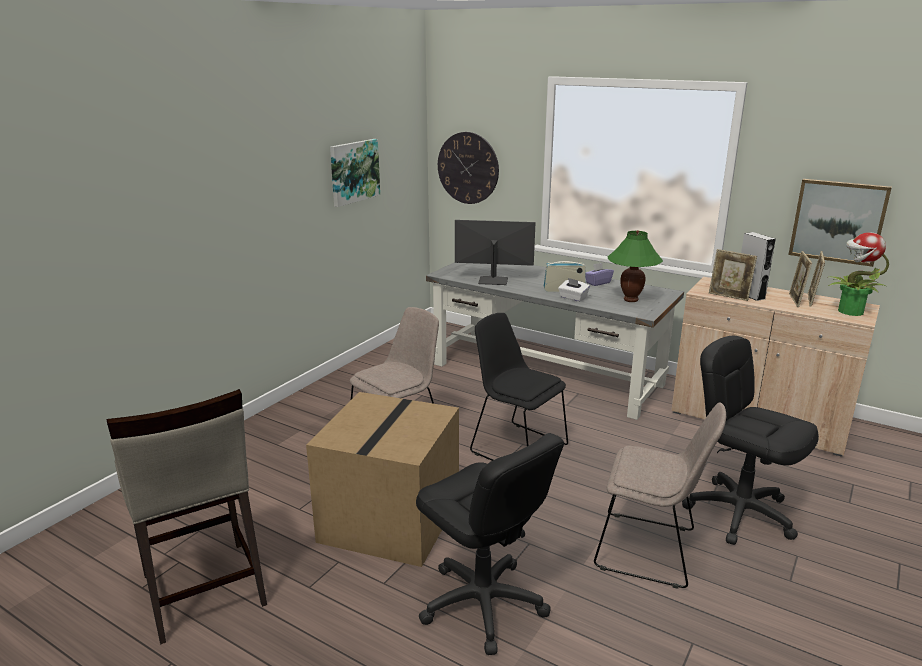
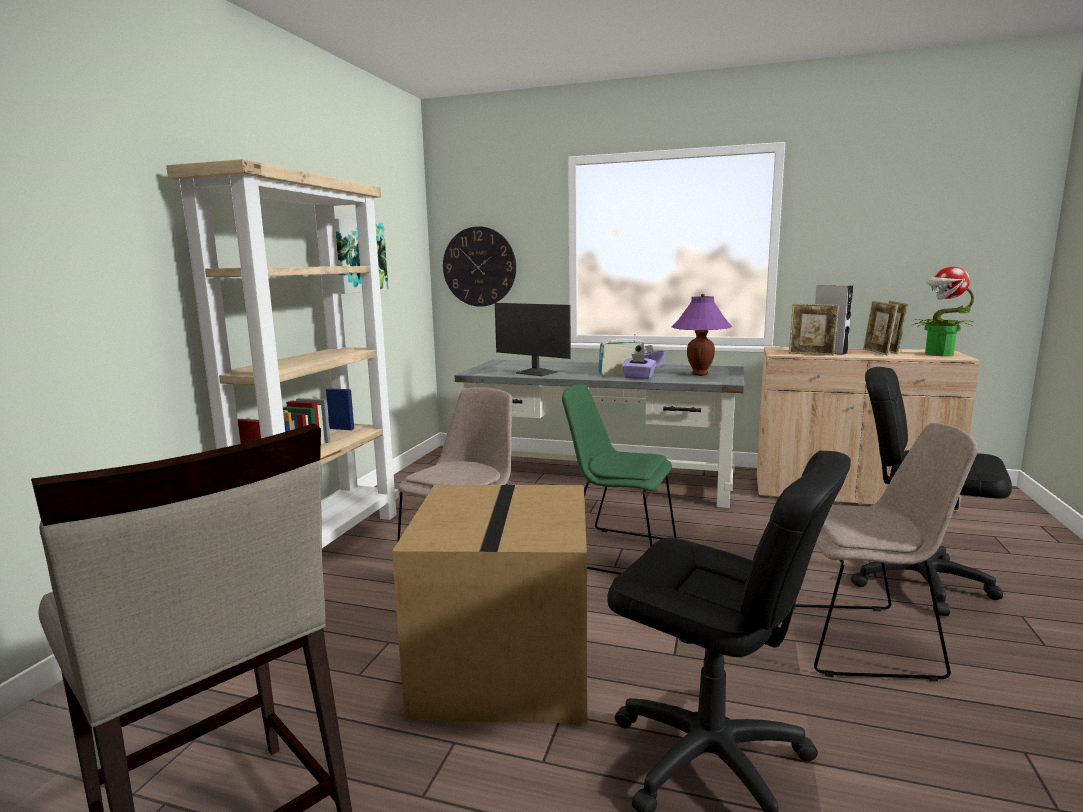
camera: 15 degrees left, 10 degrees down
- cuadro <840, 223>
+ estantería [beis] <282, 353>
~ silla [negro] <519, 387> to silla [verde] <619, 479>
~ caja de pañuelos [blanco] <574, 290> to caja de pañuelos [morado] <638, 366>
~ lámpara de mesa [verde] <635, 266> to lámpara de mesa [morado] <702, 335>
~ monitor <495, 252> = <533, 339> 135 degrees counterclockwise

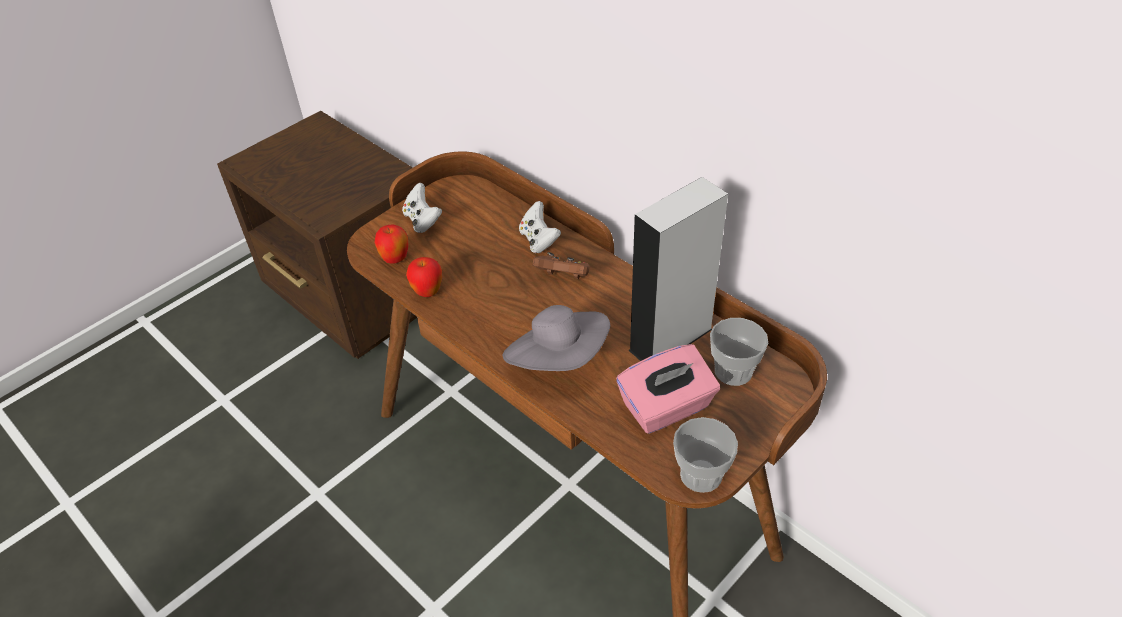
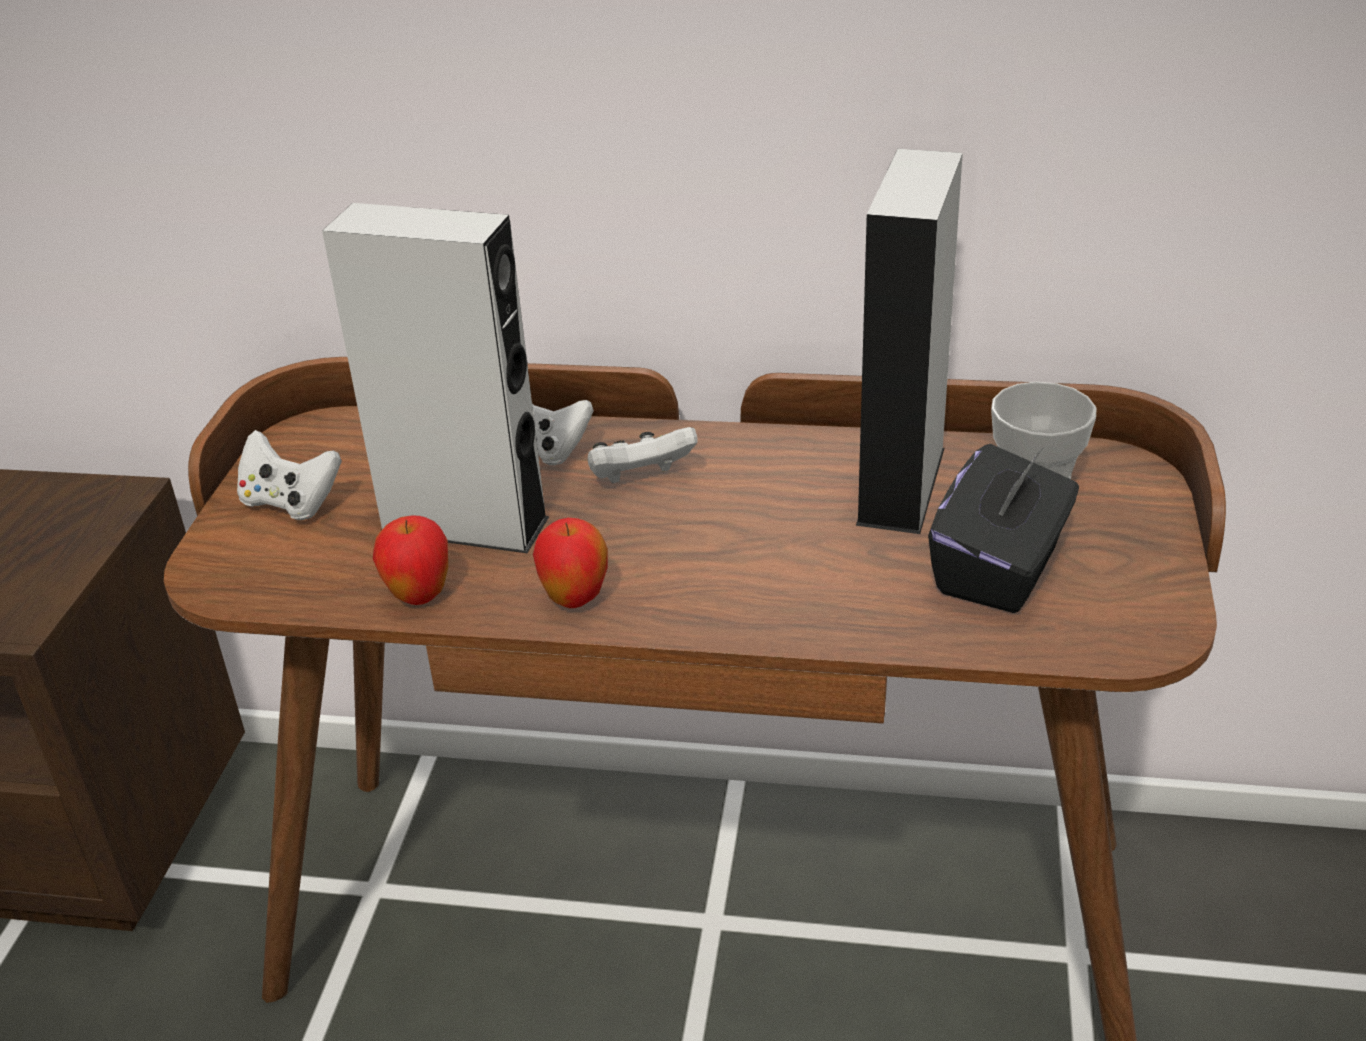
camera: 35 degrees left, 10 degrees down
- sombrero [gris] <556, 338>
- taza <705, 455>
+ altavoz [gris] <435, 378>
~ manzana <391, 244> to <570, 563>
~ mando de consola [marrón] <561, 265> to mando de consola [blanco] <643, 455>
~ caja de pañuelos [rosa] <668, 389> to caja de pañuelos [negro] <1003, 528>

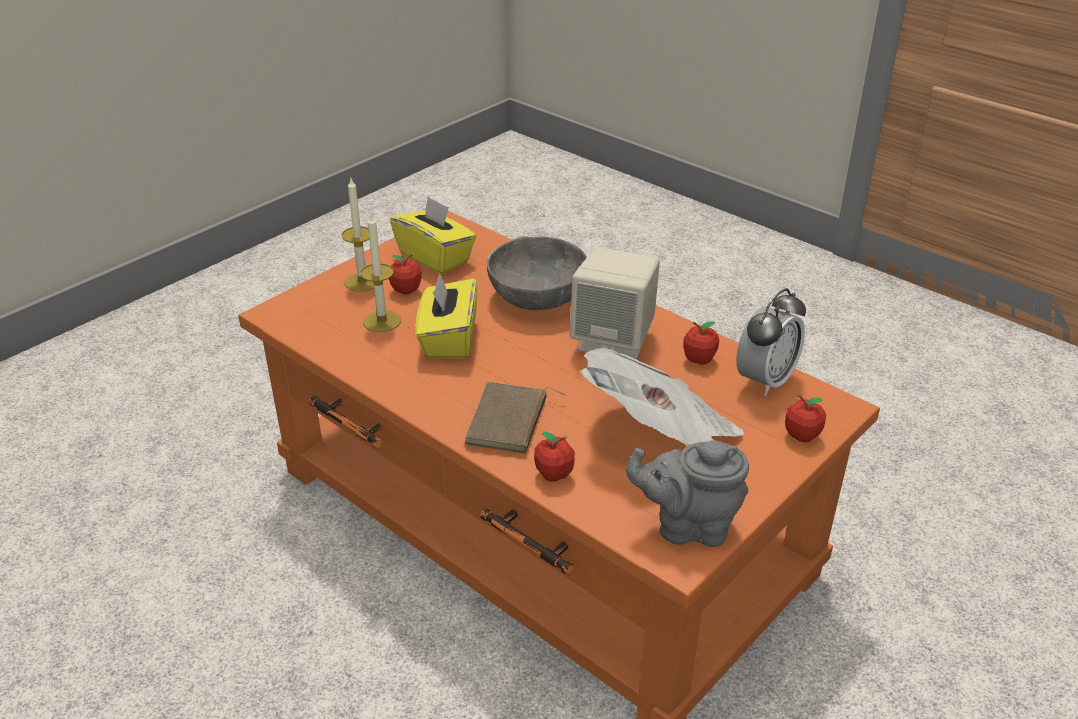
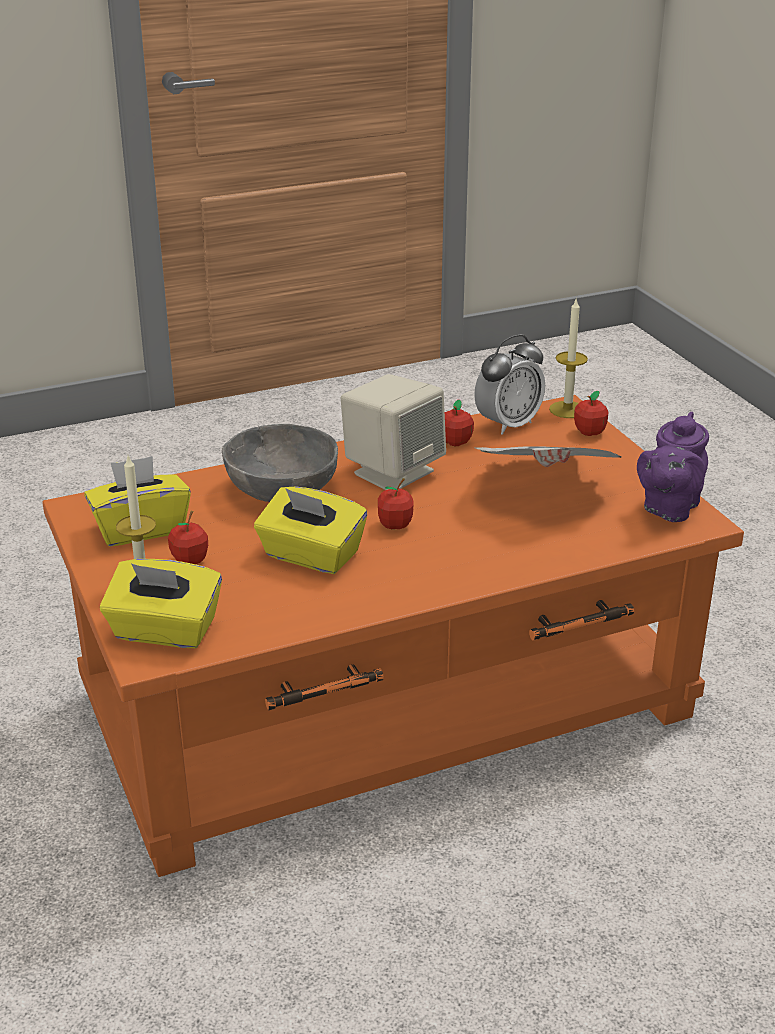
camera: 65 degrees left, 5 degrees down
- libro [marrón] <514, 418>
+ caja de pañuelos [amarillo] <161, 603>
~ vela <381, 273> to <568, 358>
~ manzana <554, 456> to <396, 503>
~ tetera [gris] <687, 493> to tetera [morado] <673, 467>
~ despertador <771, 342> = <509, 384> 75 degrees clockwise

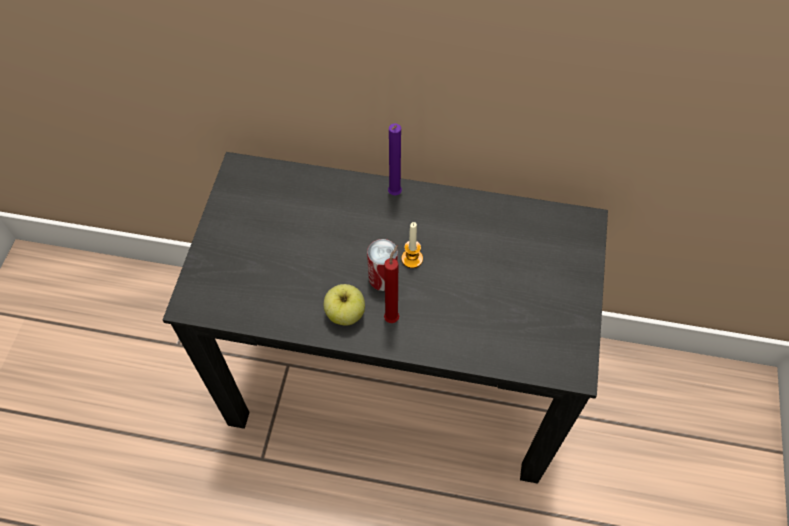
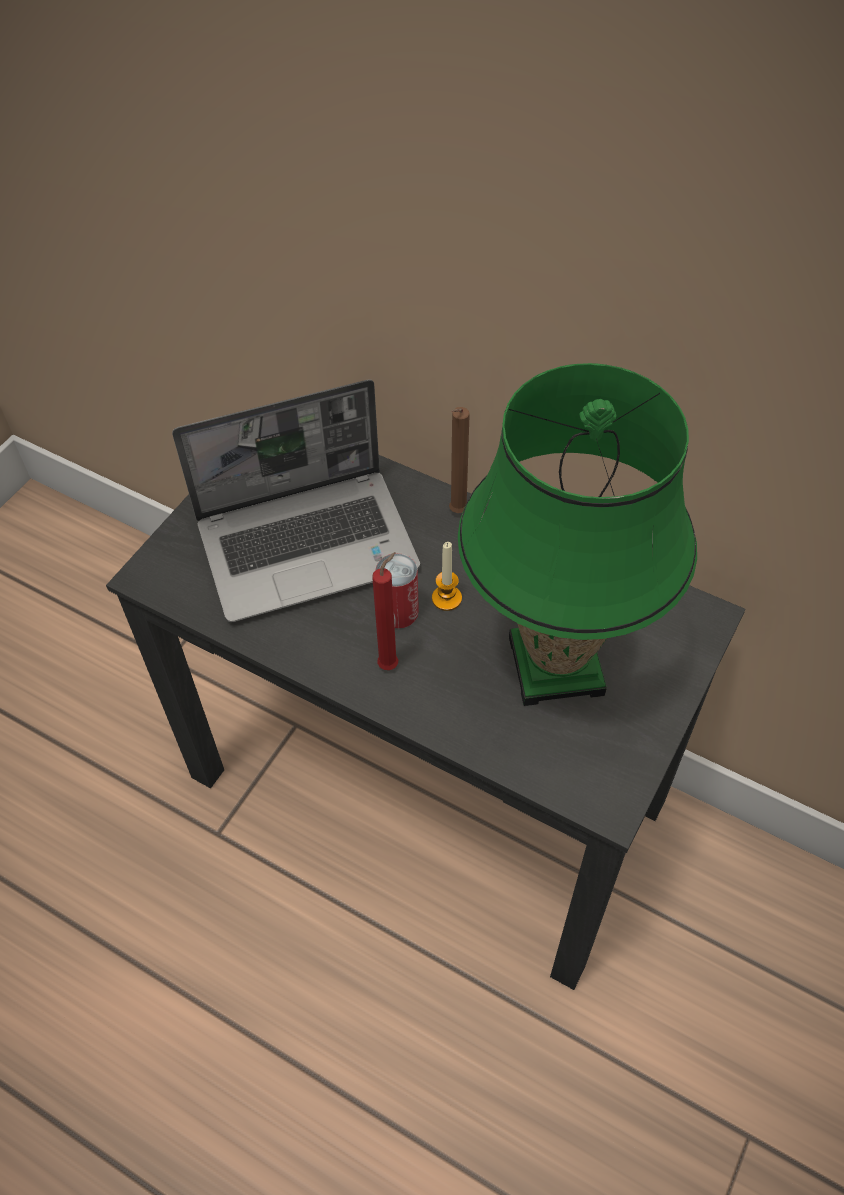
camera: 20 degrees right, 5 degrees down
- manzana <344, 305>
+ portátil <296, 501>
+ lámpara de mesa [verde] <577, 534>
~ vela [morado] <395, 159> to vela [marrón] <459, 460>

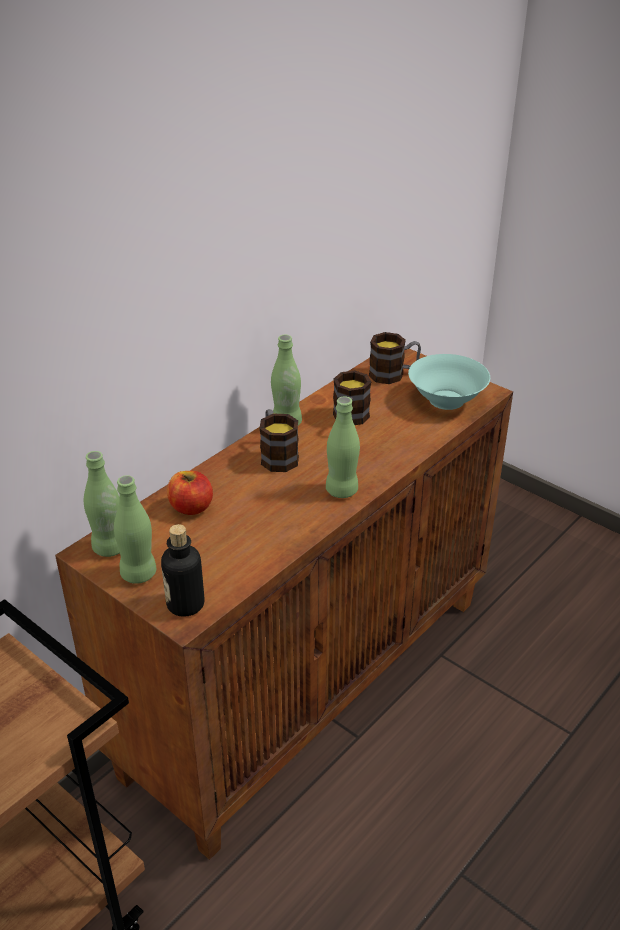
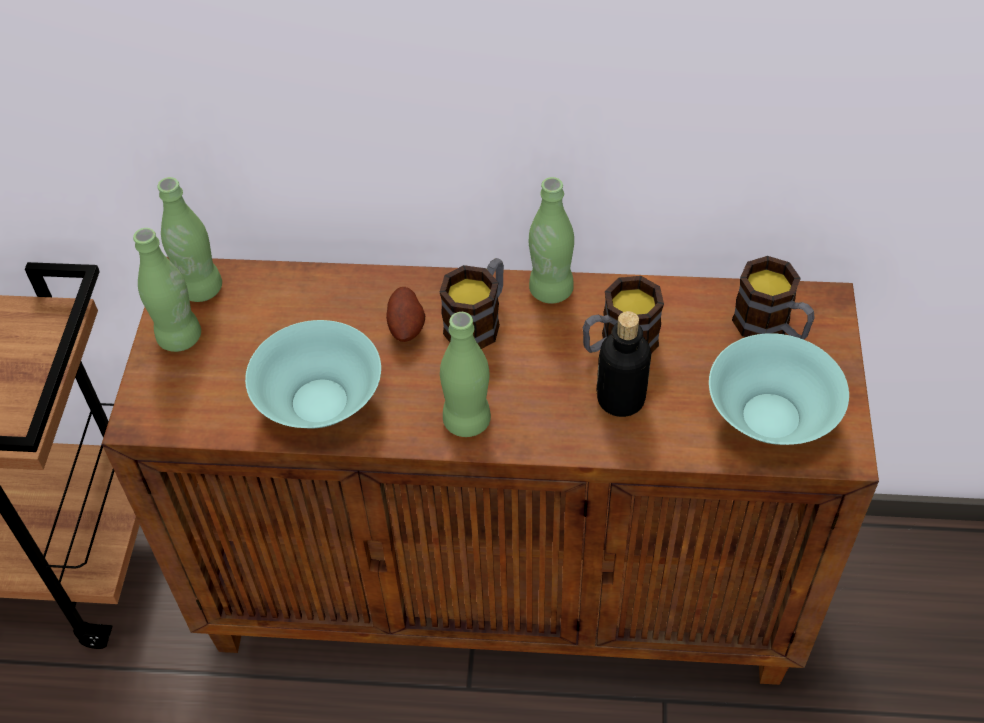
camera: 55 degrees right, 15 degrees up
- manzana <190, 493>
+ cuenco [turquesa] <313, 374>
+ patata <405, 314>
~ botella <182, 570> to <624, 364>

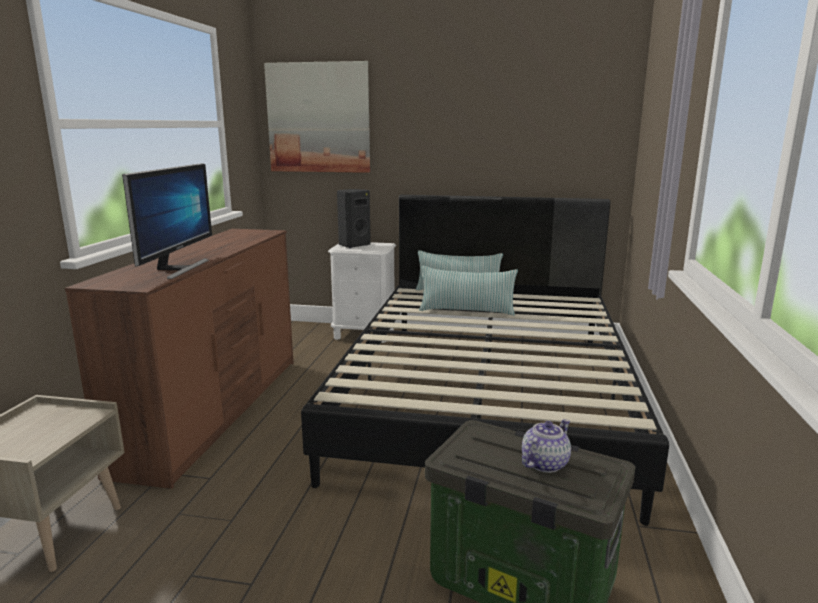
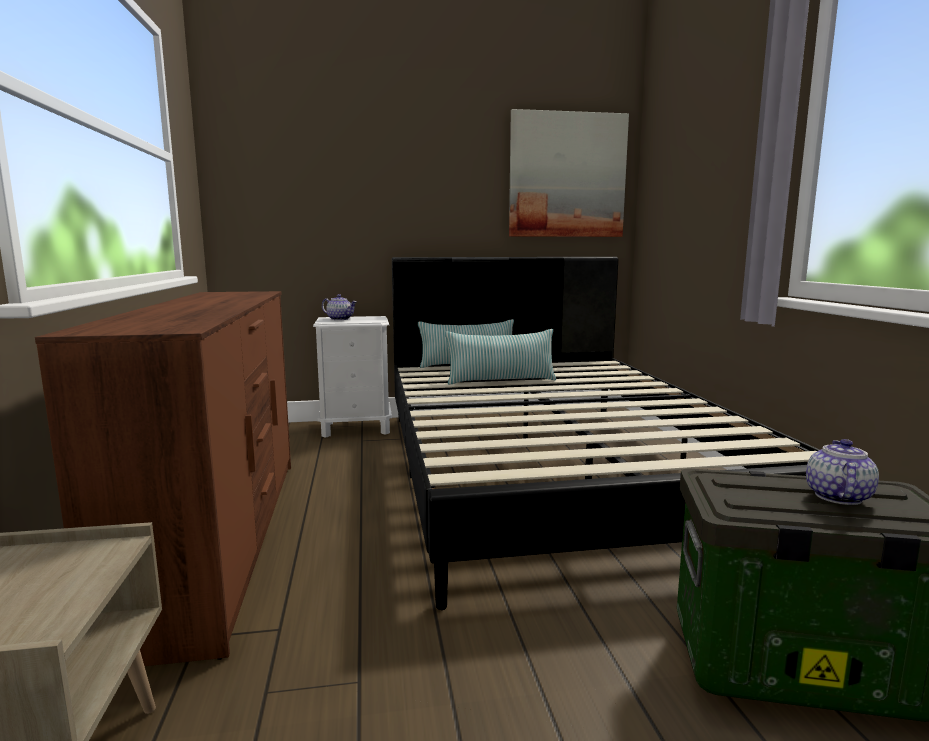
camera: 20 degrees left, 5 degrees down
- monitor <167, 221>
~ cuadro <317, 117> to <569, 173>
~ altavoz [negro] <354, 218> to tetera <339, 307>

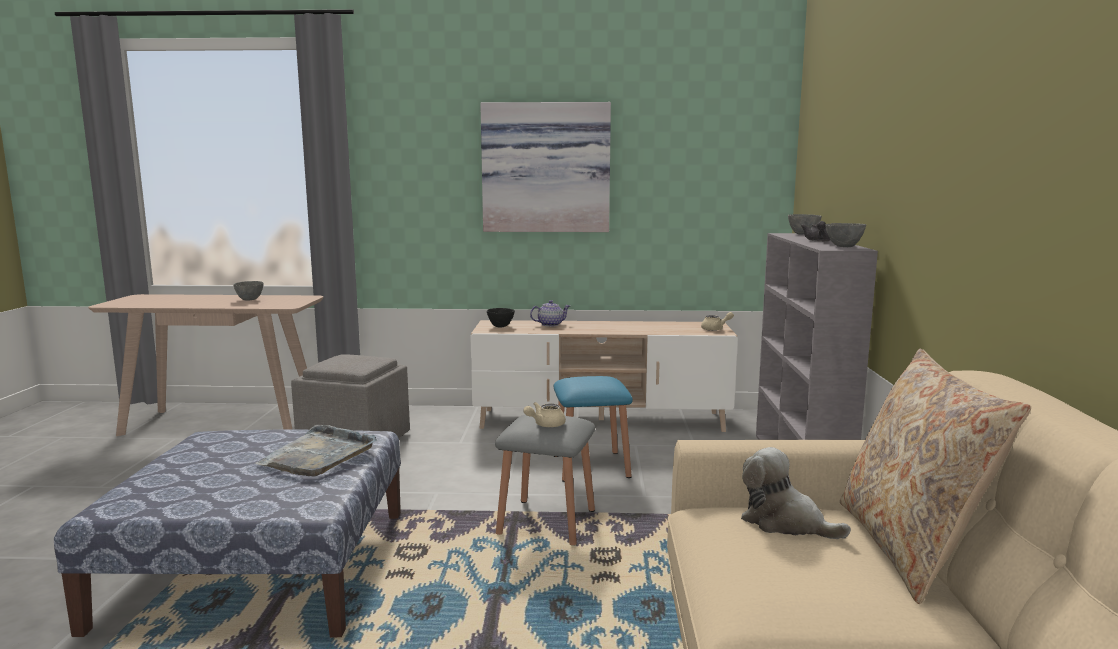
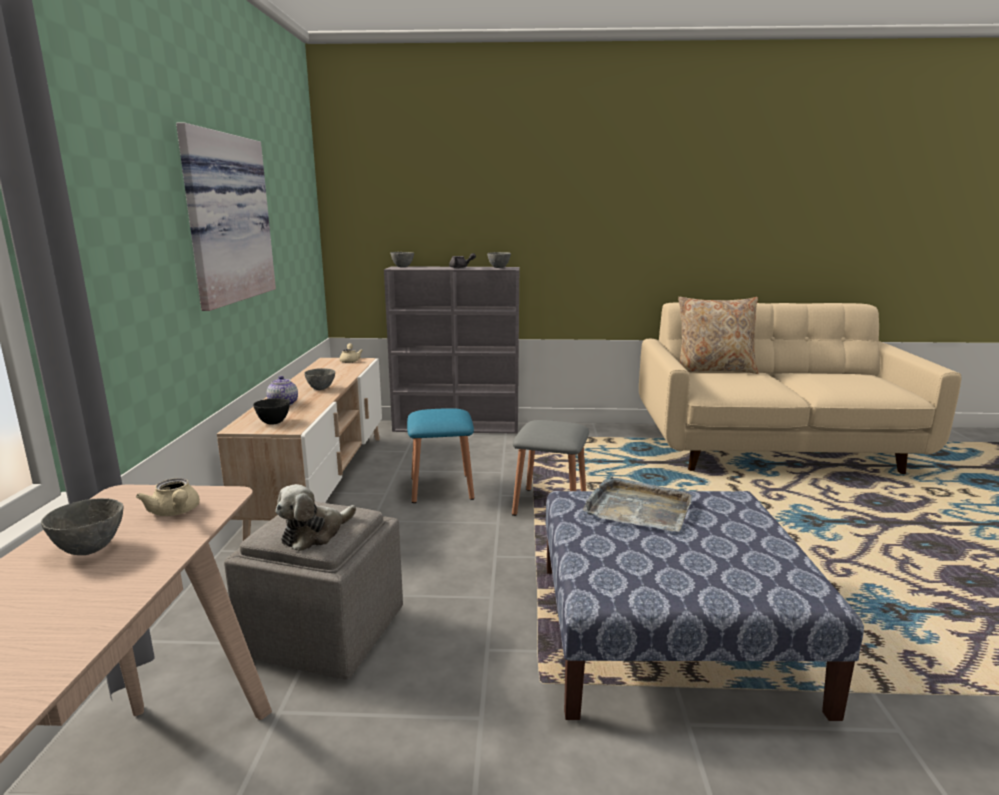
camera: 90 degrees left, 5 degrees up
+ cuenco [gris] <319, 379>
~ tetera [beis] <545, 414> to <168, 497>
~ peluche <796, 493> to <315, 517>

